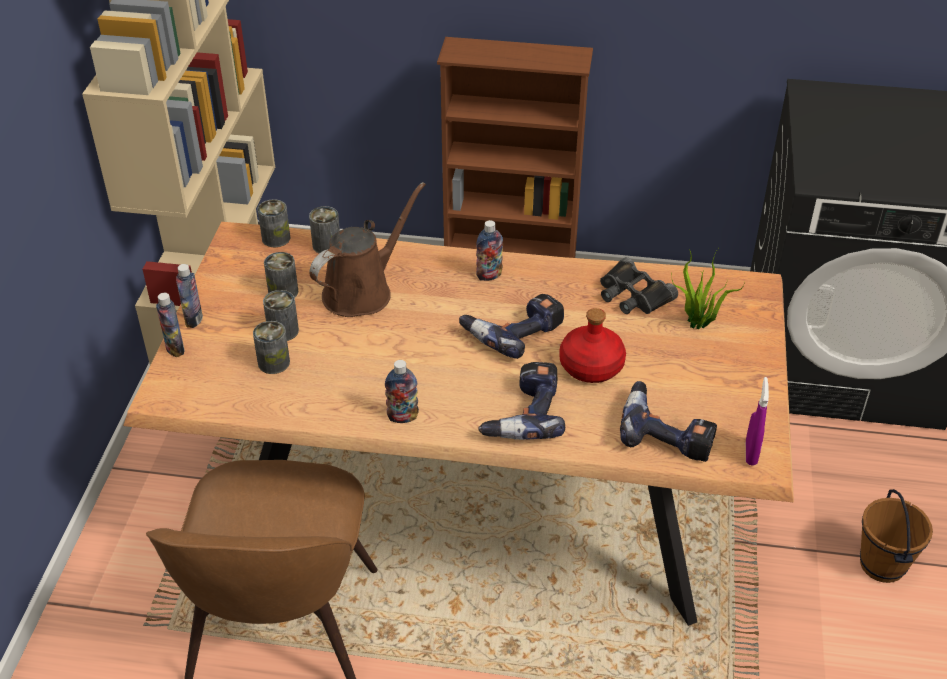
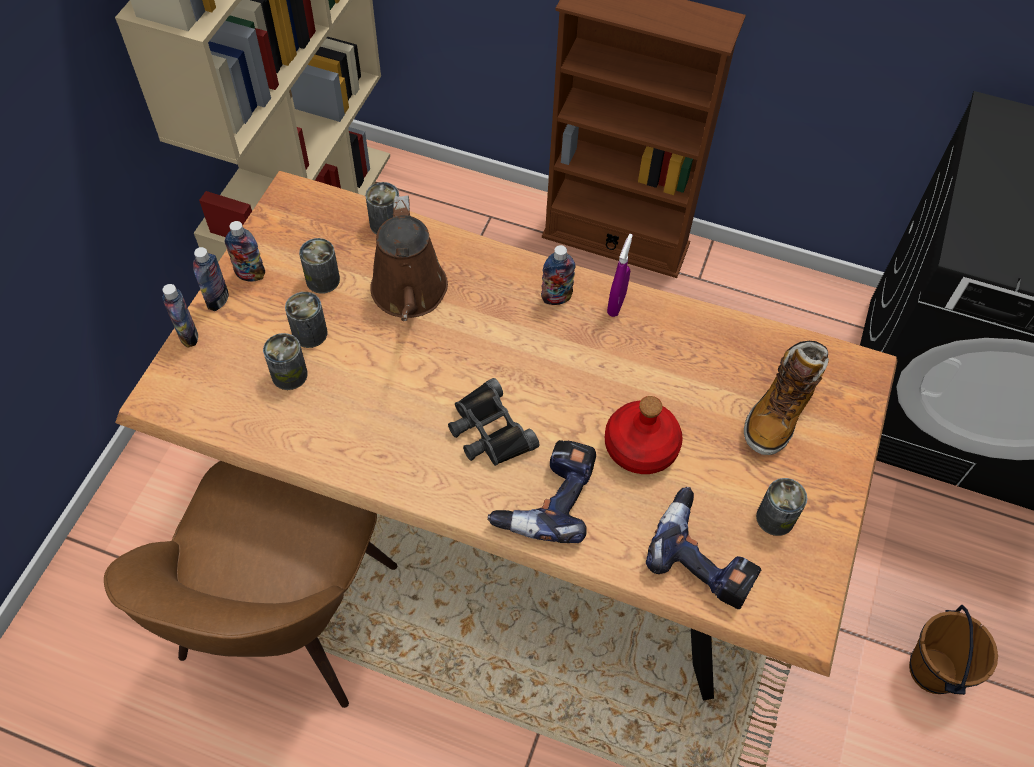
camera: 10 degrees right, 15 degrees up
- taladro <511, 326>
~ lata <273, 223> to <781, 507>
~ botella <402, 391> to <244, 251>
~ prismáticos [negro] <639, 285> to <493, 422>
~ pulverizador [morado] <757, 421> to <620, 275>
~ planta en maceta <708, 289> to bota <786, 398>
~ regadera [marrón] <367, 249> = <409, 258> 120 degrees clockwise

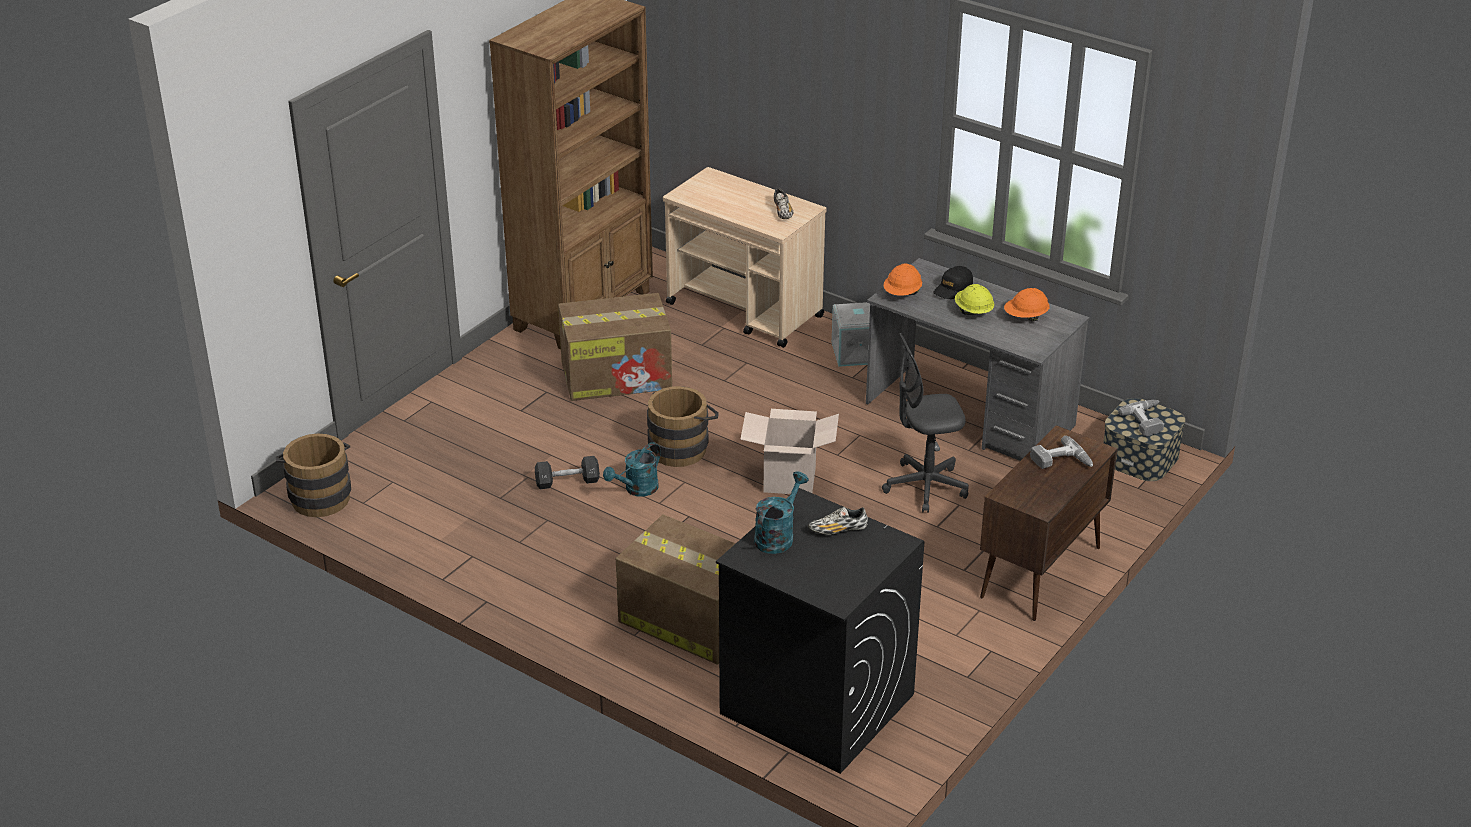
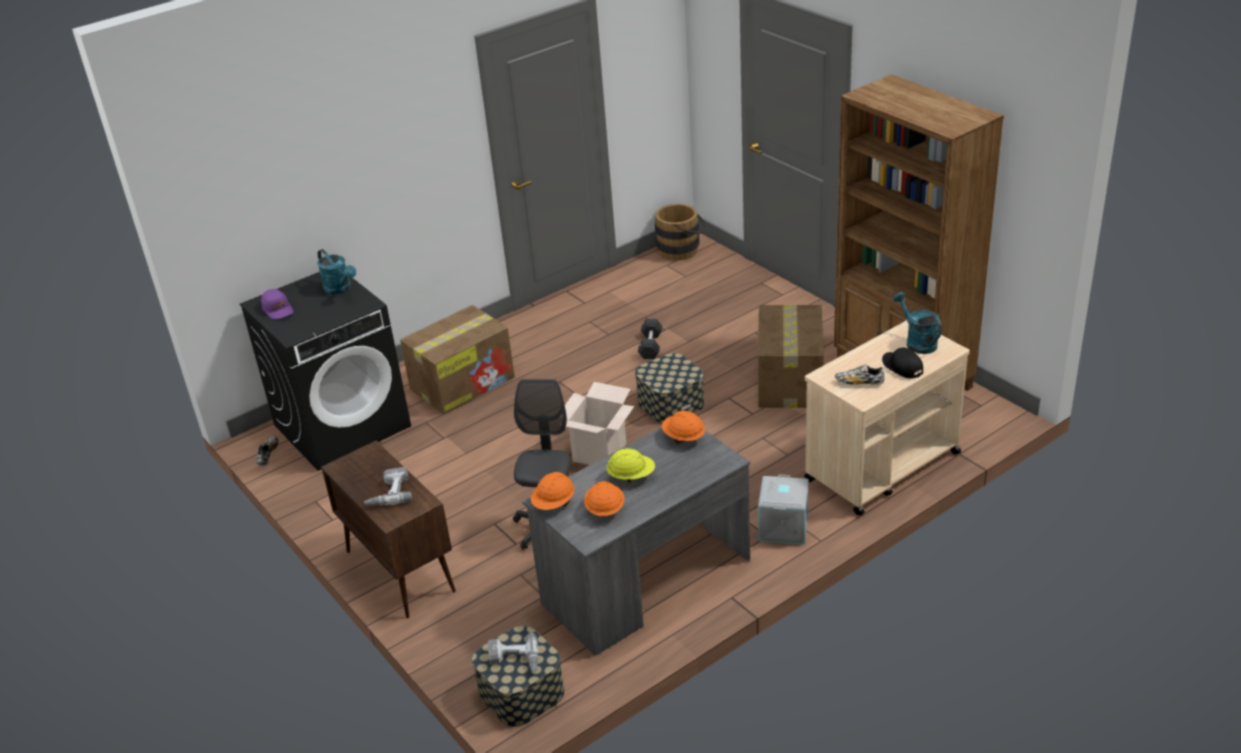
camera: 110 degrees right, 0 degrees up
+ gorra [morado] <277, 304>
+ casco [naranja] <553, 491>
~ regadera [turquesa] <632, 469> to <917, 323>
~ zapato <838, 521> to <267, 451>
~ gorra [negro] <953, 282> to <902, 363>
~ cubo [marrón] <683, 426> to caja de almacenaje <669, 388>

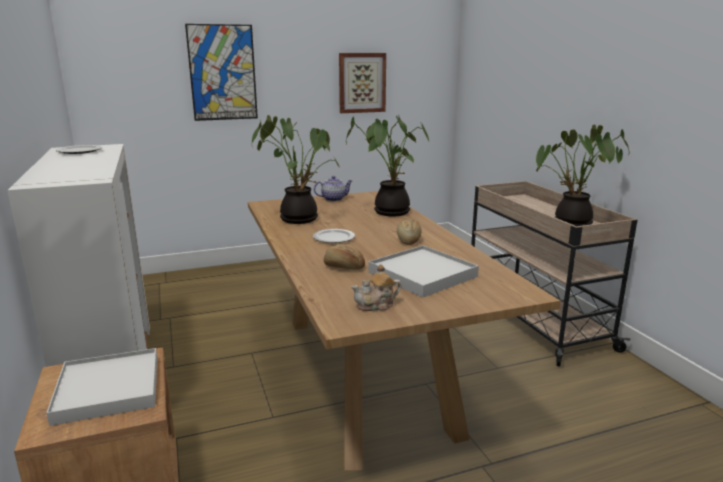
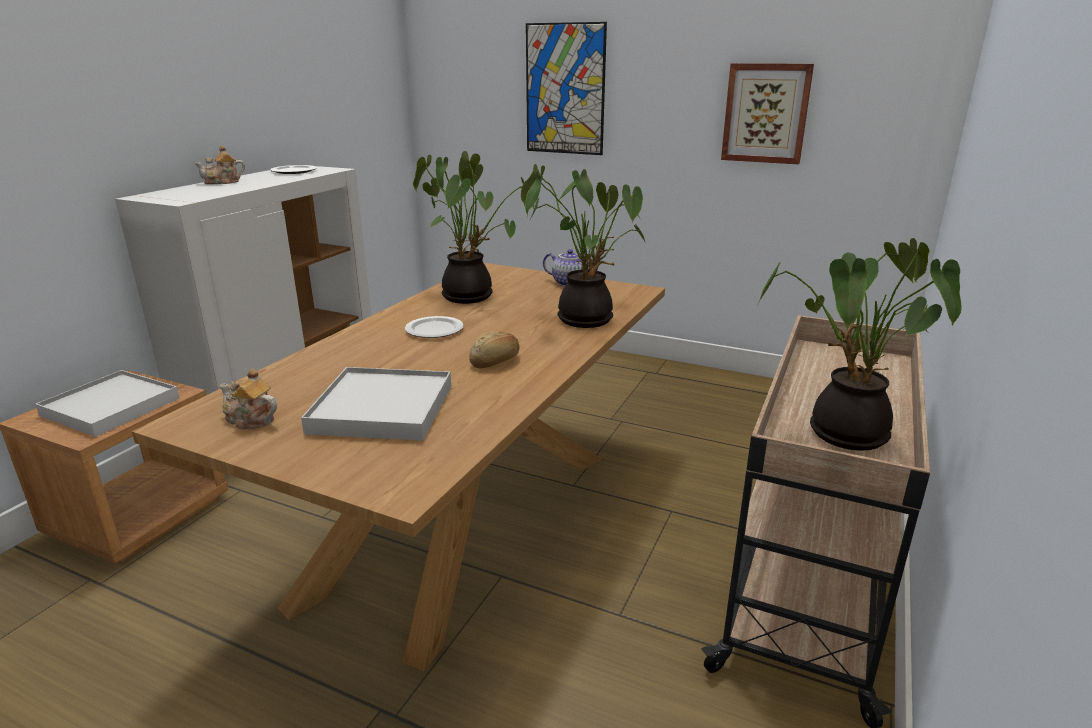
camera: 45 degrees right, 5 degrees up
- pan <344, 257>
+ tetera <220, 164>

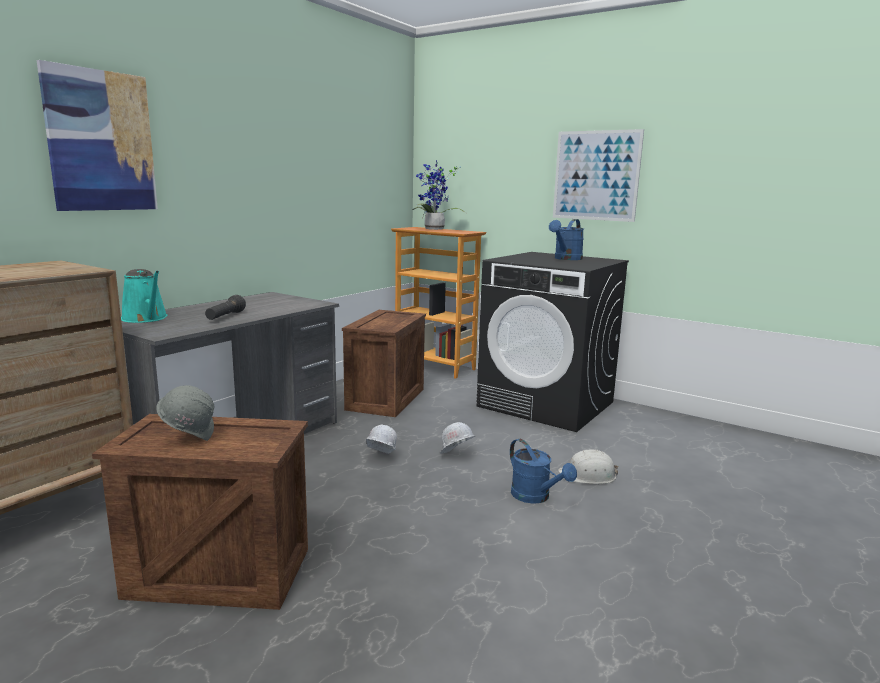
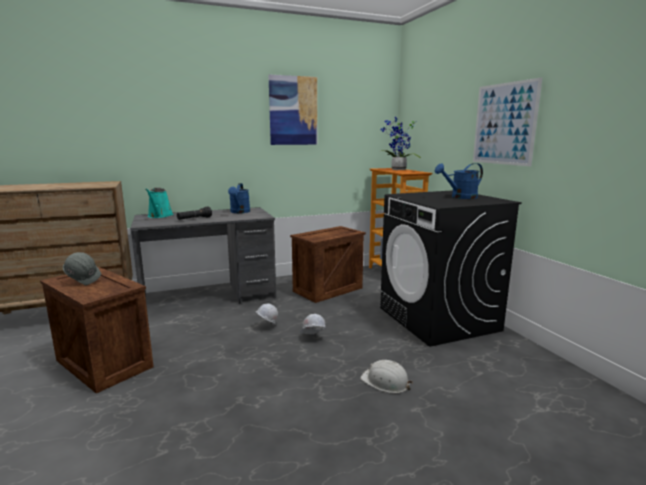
camera: 35 degrees right, 0 degrees up
~ cuadro <97, 135> to <292, 110>
~ regadera [azul] <543, 471> to <239, 198>

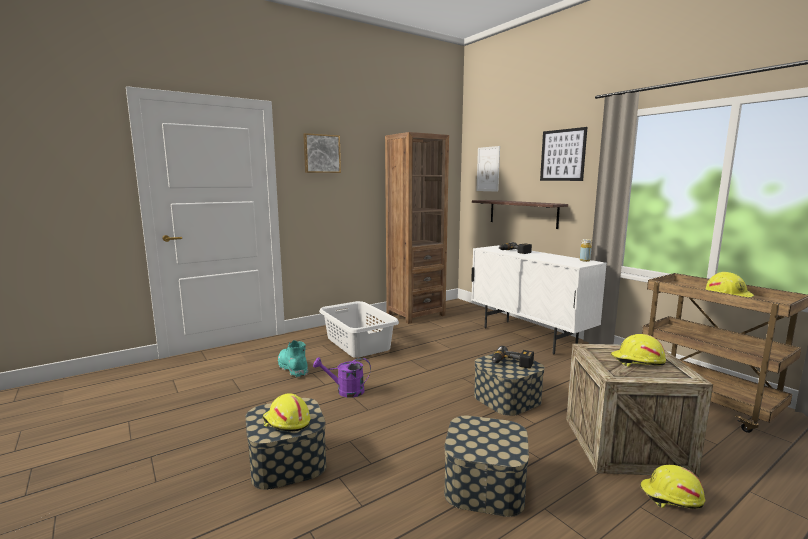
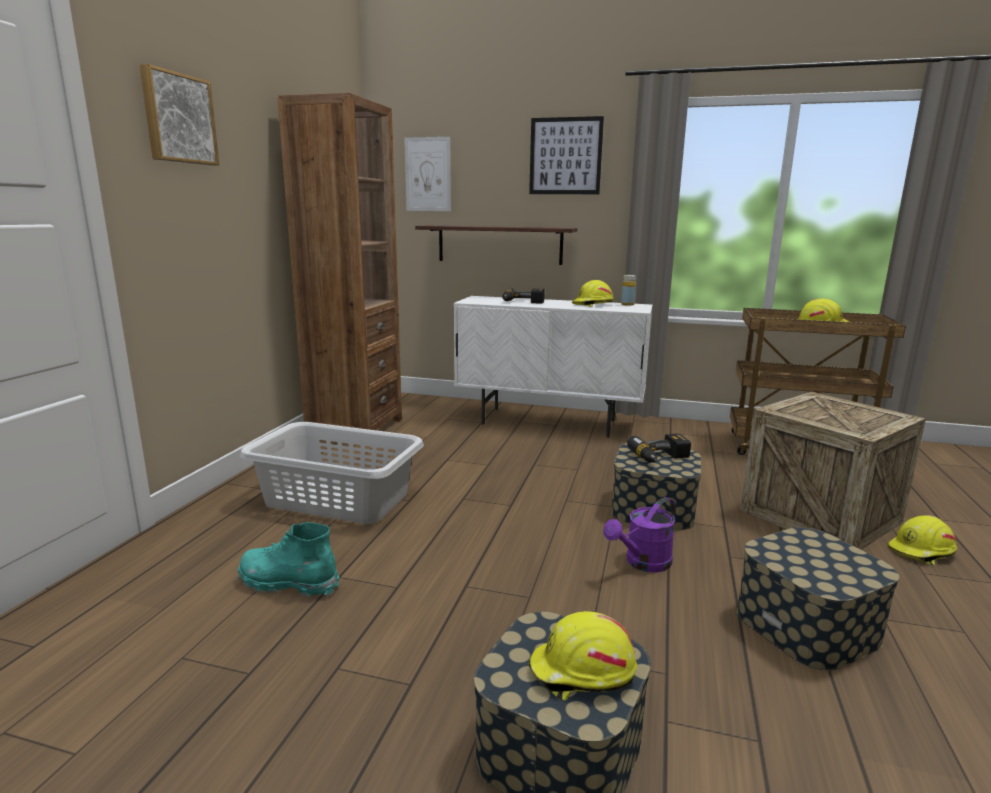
camera: 40 degrees left, 5 degrees up
~ regadera [morado] <342, 377> to <640, 534>
~ casco [amarillo] <638, 350> to <593, 293>

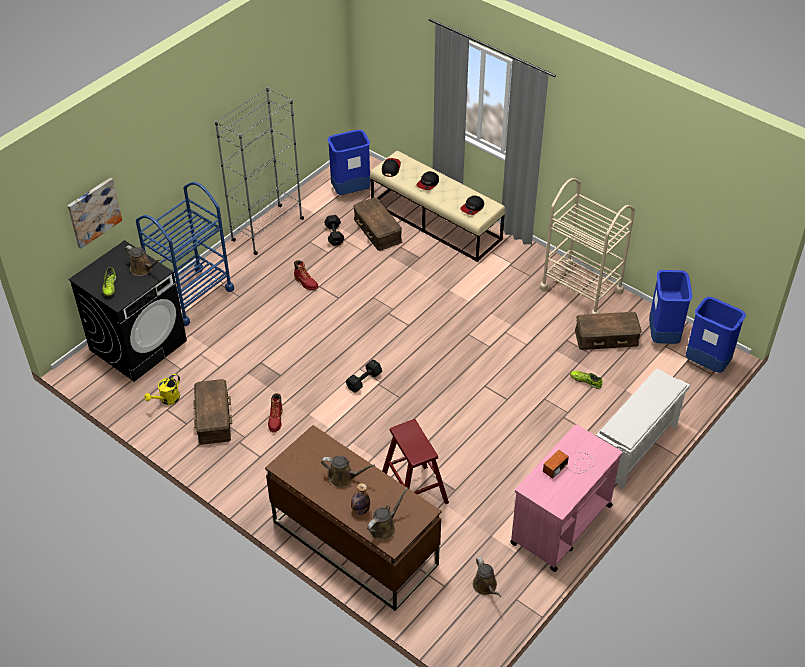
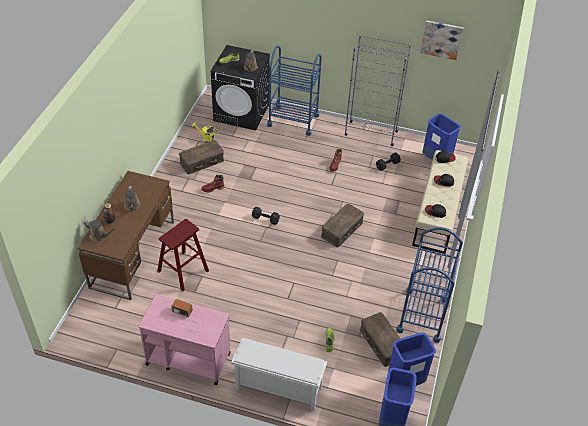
camera: 65 degrees right, 0 degrees up
- regadera [marrón] <487, 577>
~ cuadro <95, 212> to <441, 40>
~ caja de almacenaje [marrón] <377, 224> to <342, 225>
~ carrito [beis] <587, 246> to carrito [azul] <429, 285>

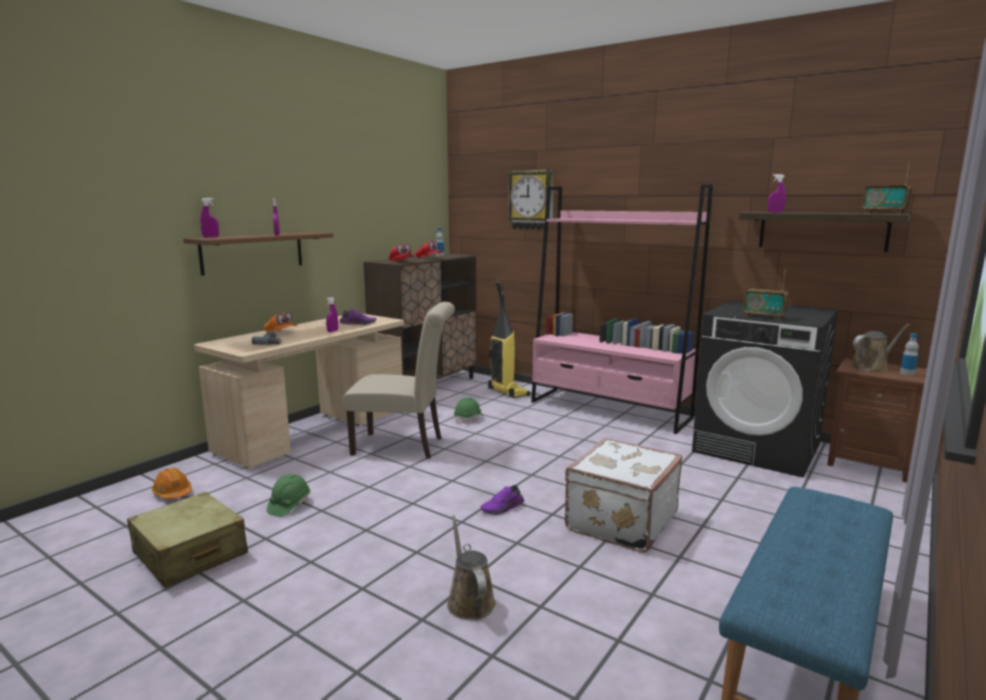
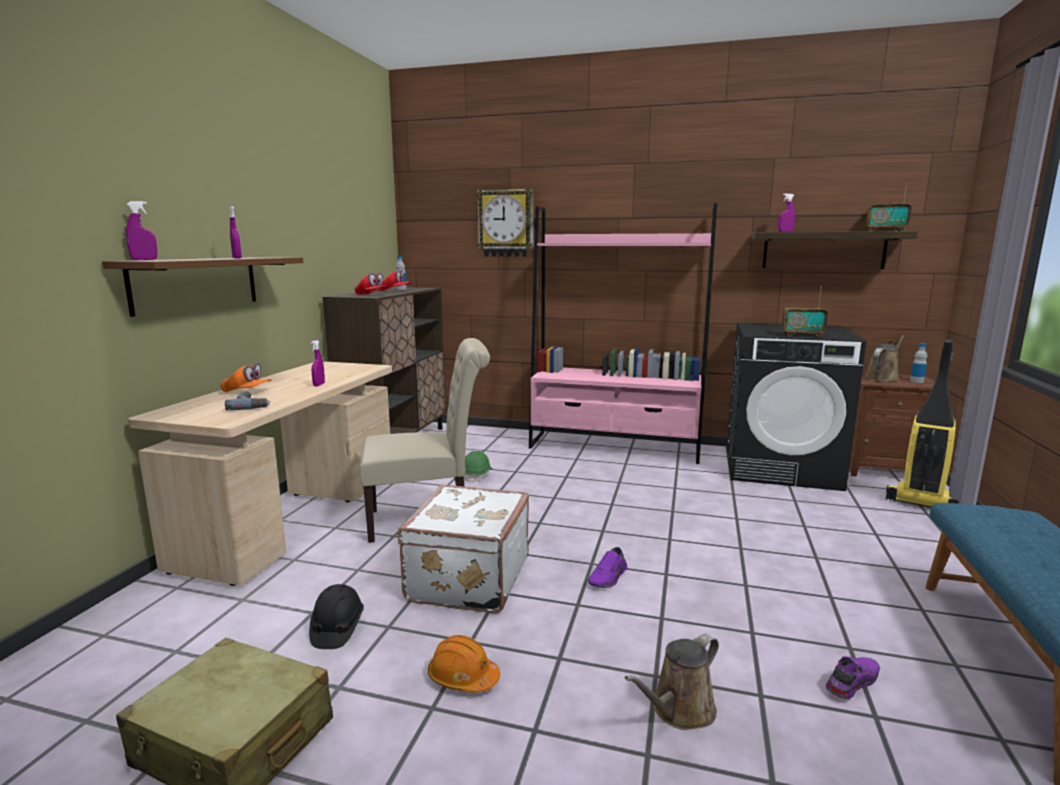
camera: 20 degrees left, 0 degrees up
~ casco [naranja] <172, 483> to <464, 664>
~ zapato [morado] <357, 317> to <853, 678>
~ aspiradora <509, 339> to <923, 423>
~ maleta [blanco] <624, 495> to <463, 548>
~ casco [verde] <288, 495> to casco [negro] <336, 616>
~ regadera [marrón] <471, 567> = <672, 682> 90 degrees counterclockwise

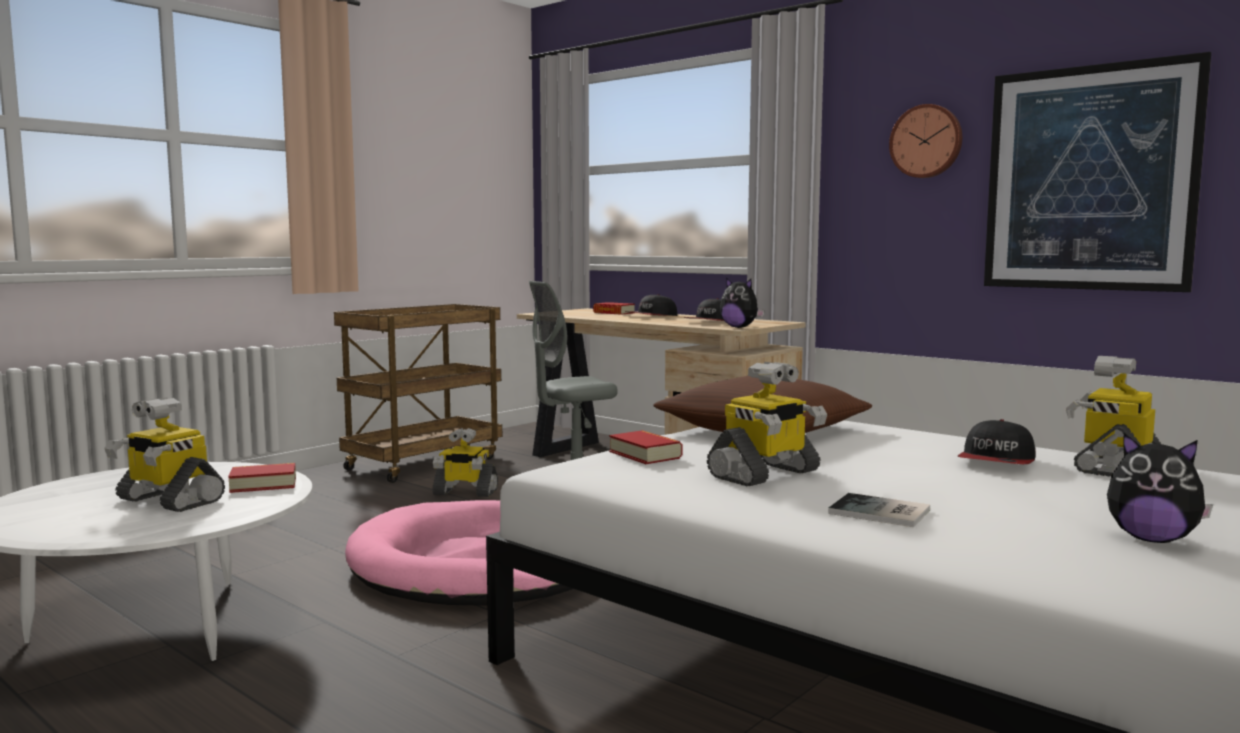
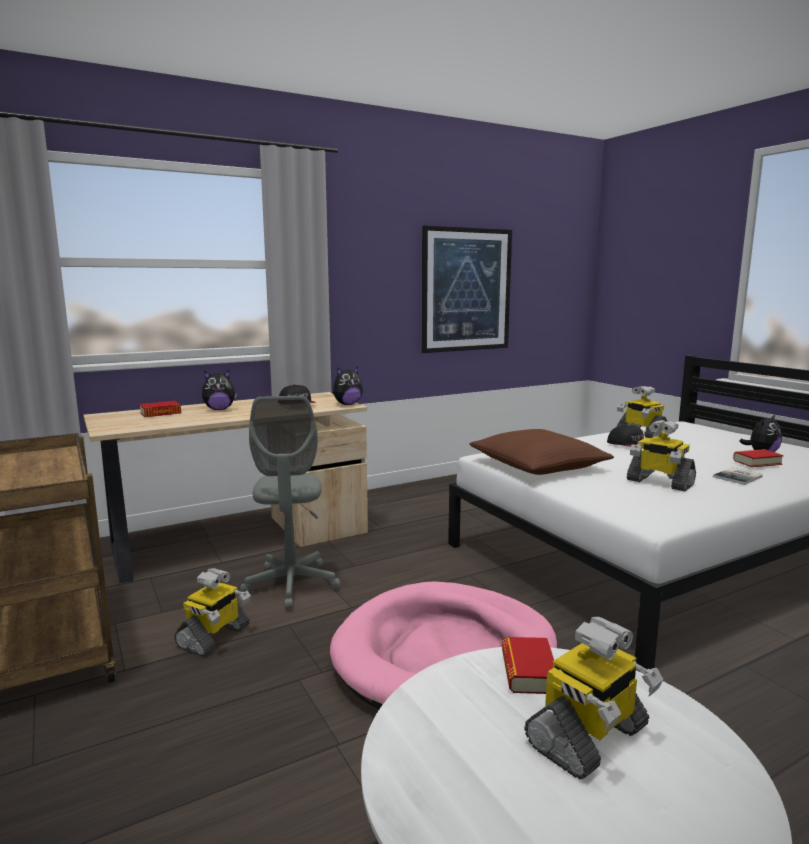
camera: 70 degrees left, 5 degrees up
- reloj de pared <925, 141>
~ libro <646, 447> to <758, 458>
~ gorra <651, 305> to peluche <219, 390>
~ robot de juguete <767, 424> = <661, 455> 150 degrees clockwise

